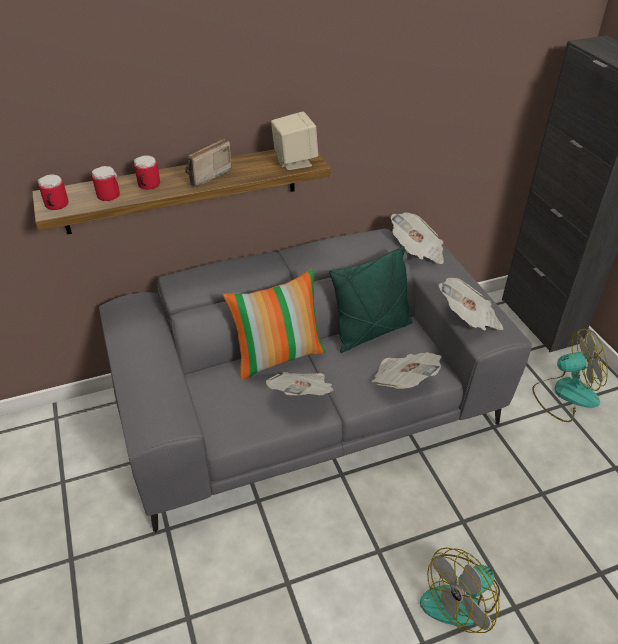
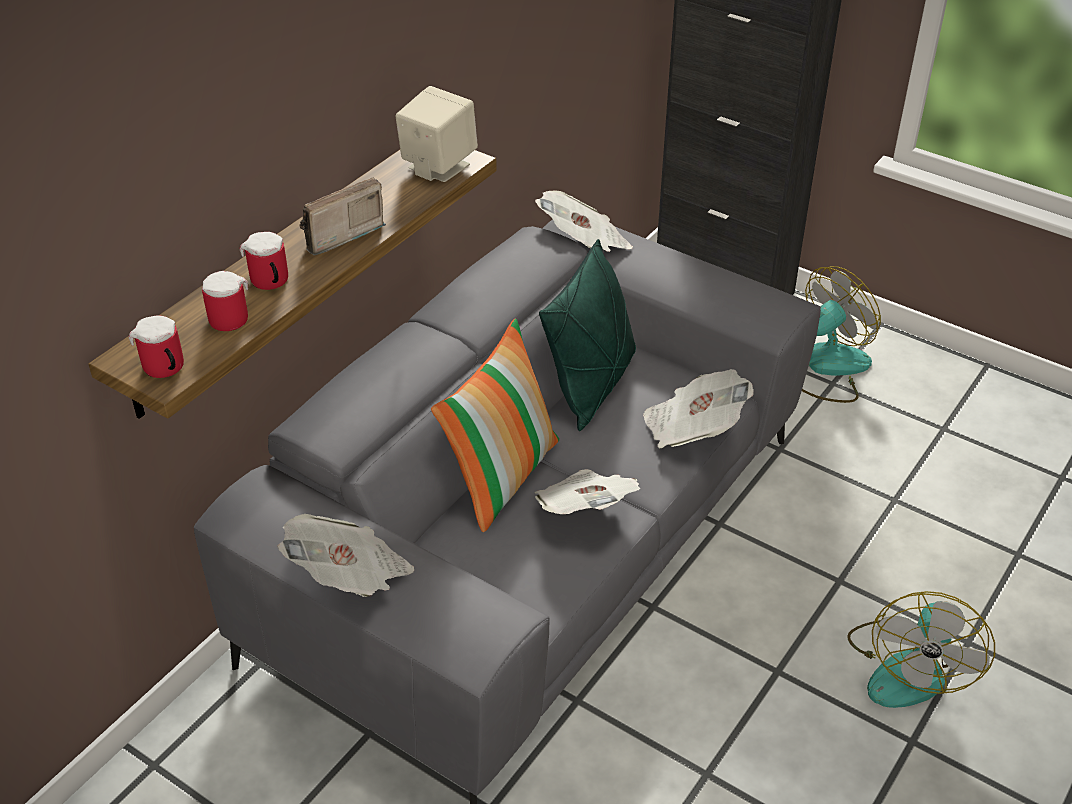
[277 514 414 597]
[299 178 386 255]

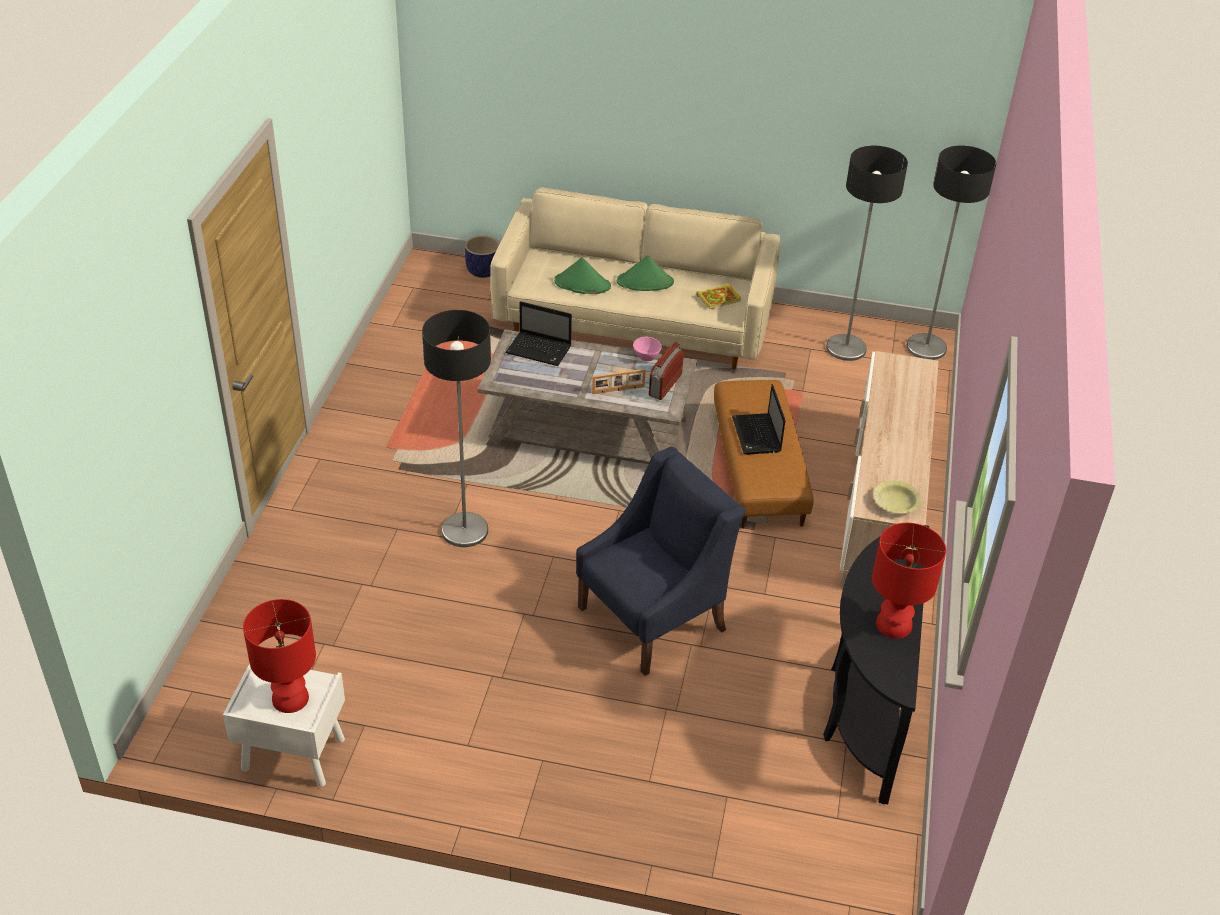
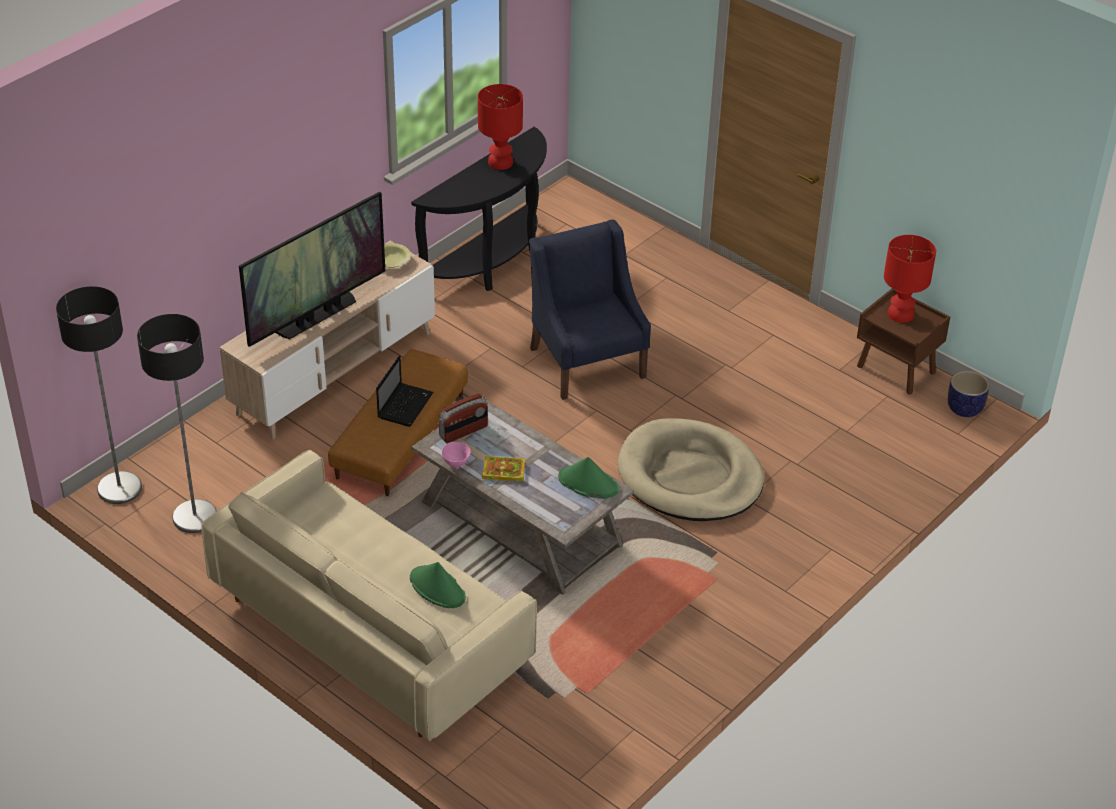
[239 191 385 347]
[482 456 525 481]
[529 220 651 400]
[558 457 619 499]
[618 418 764 521]
[857 288 950 394]
[948 371 989 417]
[506 301 572 366] (first image)
[592 369 646 394] (first image)

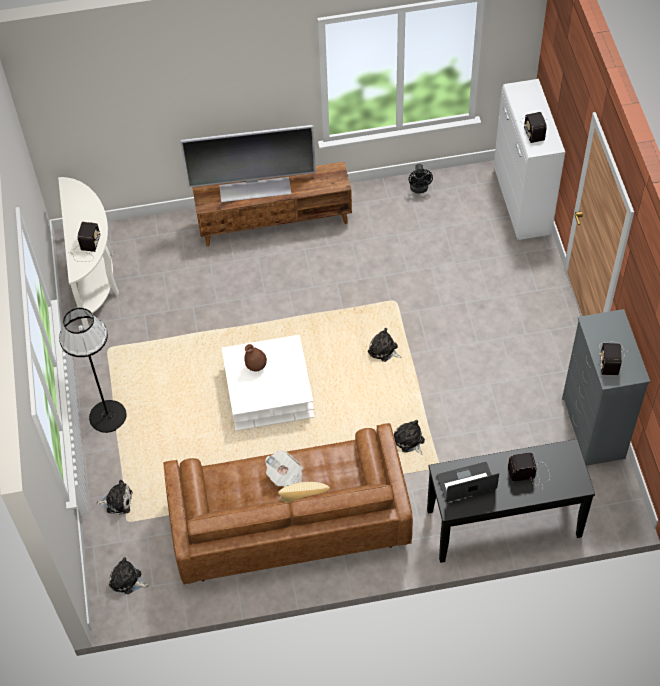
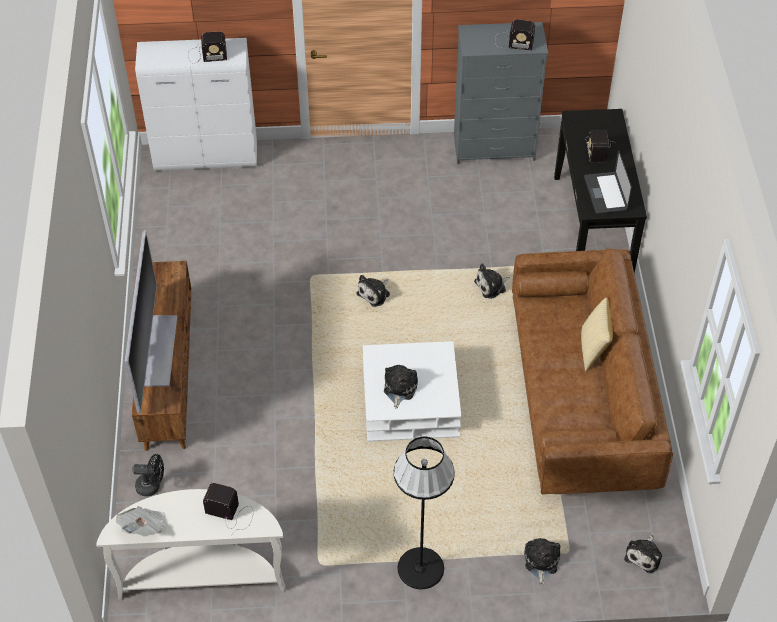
[116 506 166 536]
[132 454 164 496]
[384 365 418 409]

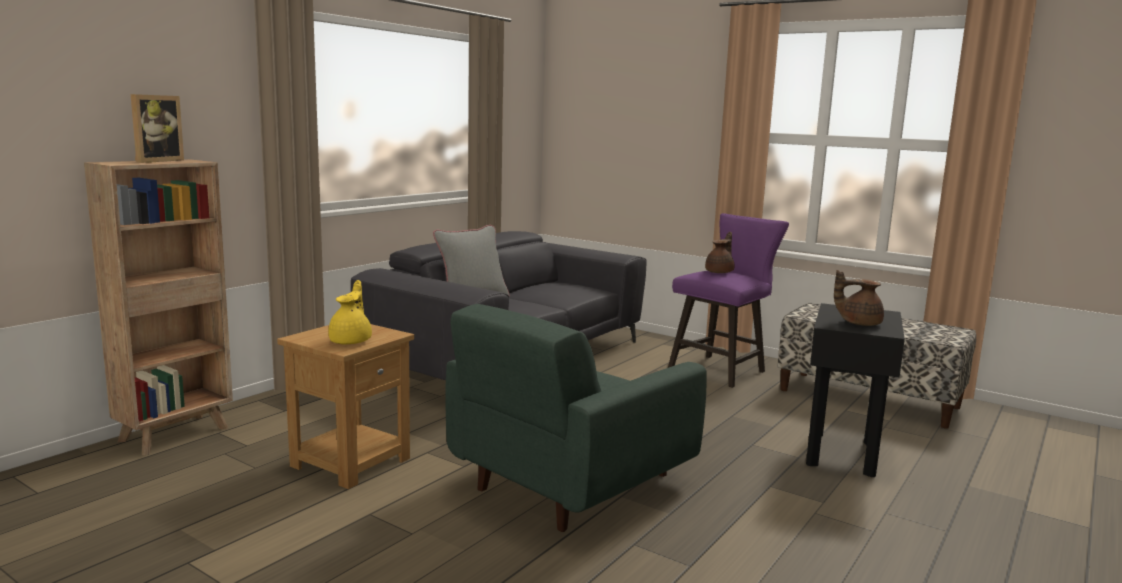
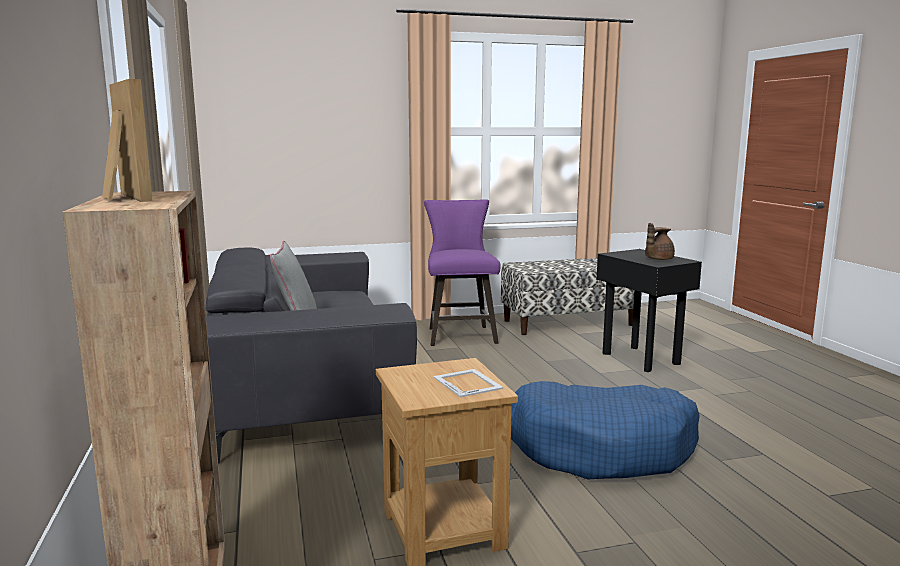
[433 369 503 397]
[511 381 700 480]
[705 232 735 273] (first image)

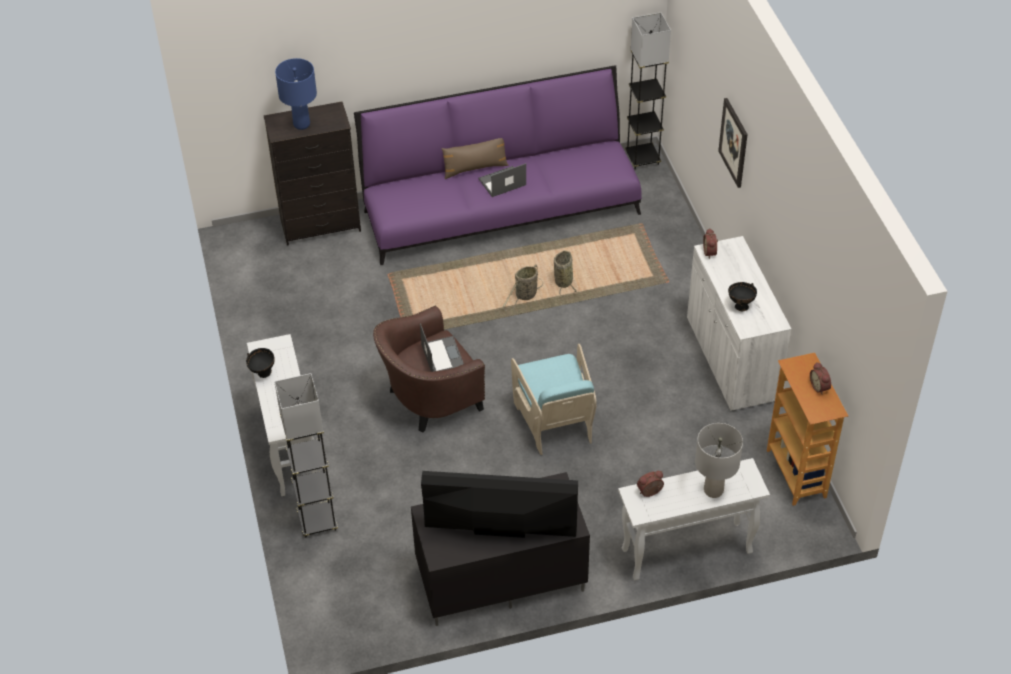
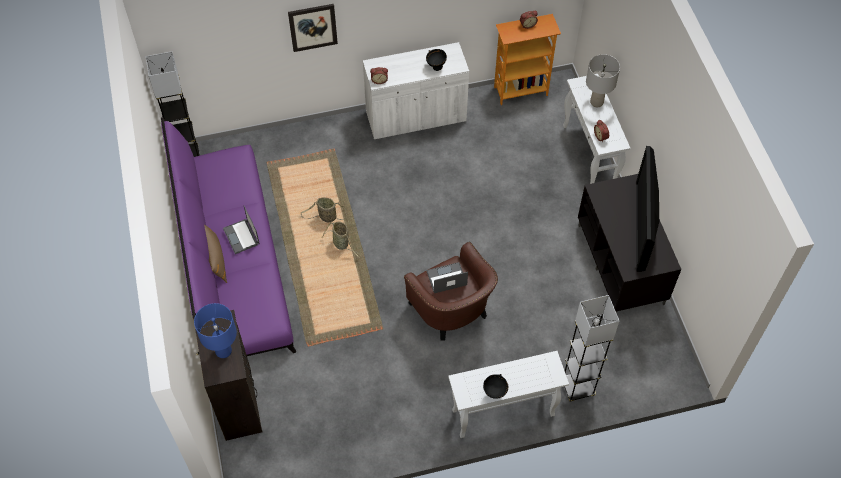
[511 344 597 455] (first image)

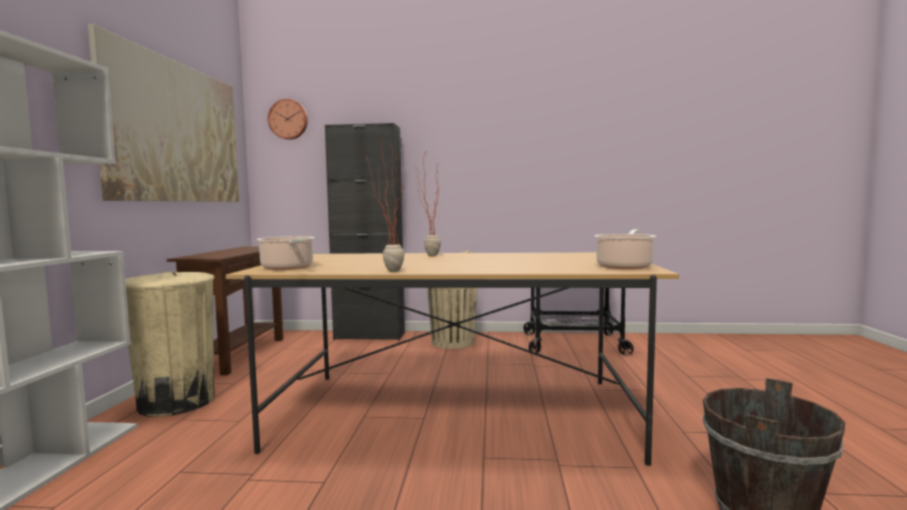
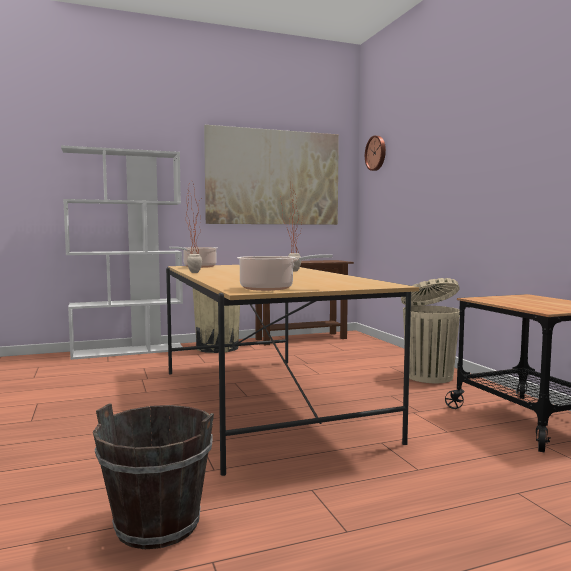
[325 123 405 341] (first image)

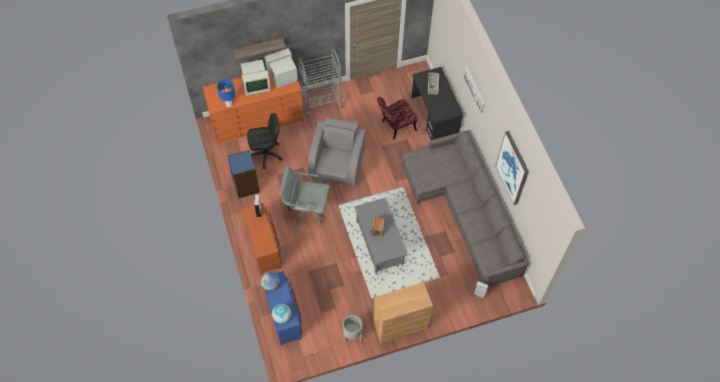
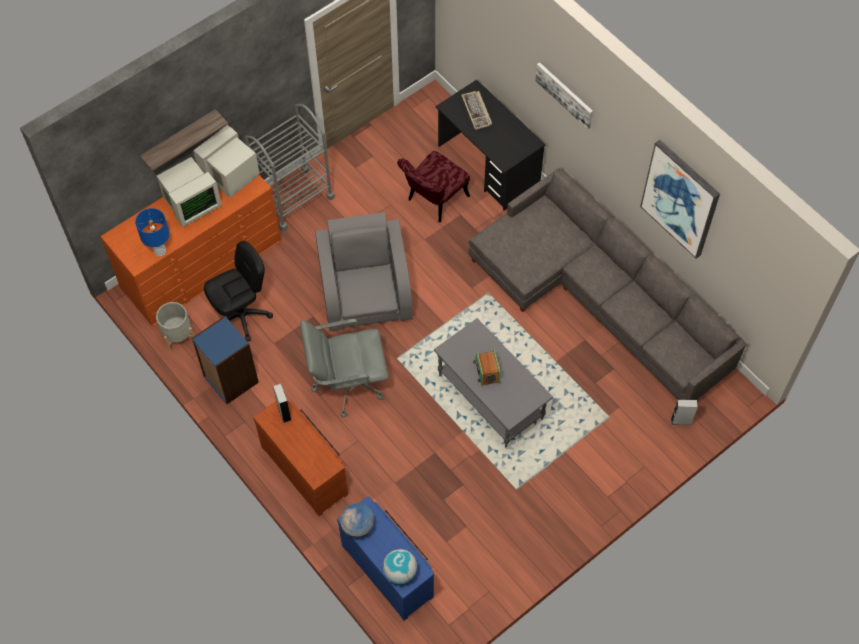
[156 302 194 352]
[373 282 433 343] (first image)

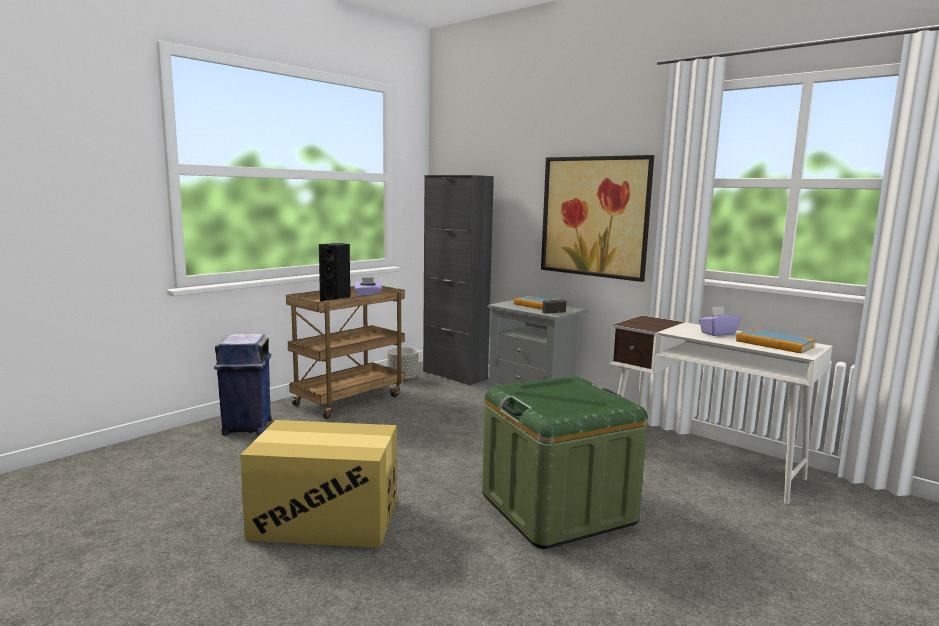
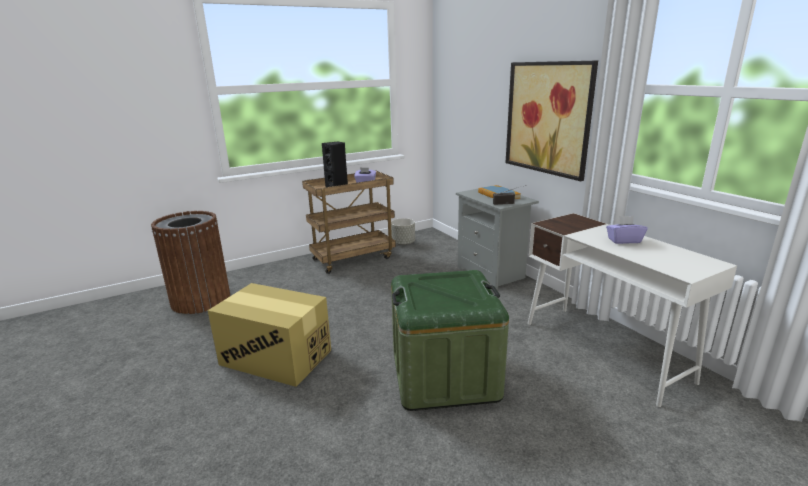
[151 211 230 314]
[214 334 272 435] (first image)
[423 175 494 385] (first image)
[736 329 815 353] (first image)

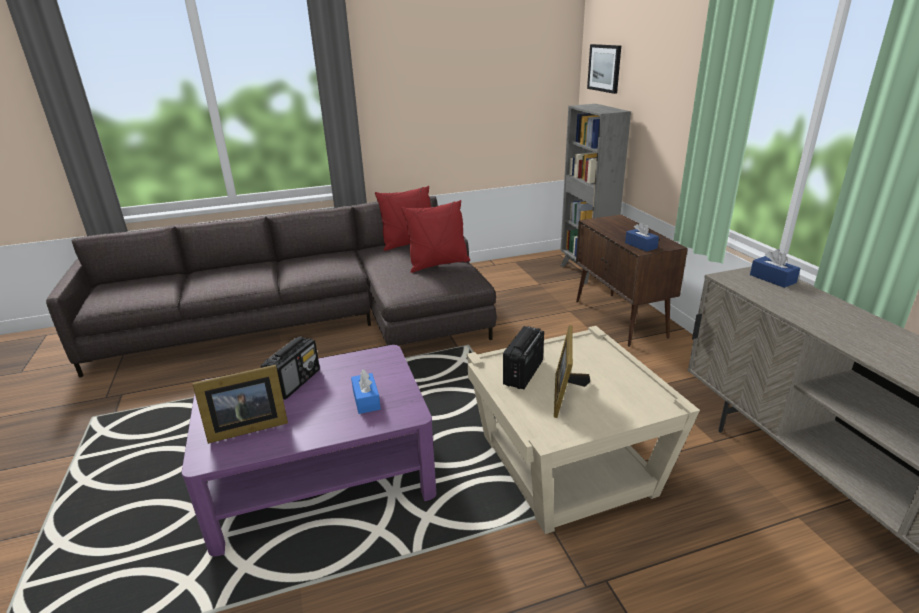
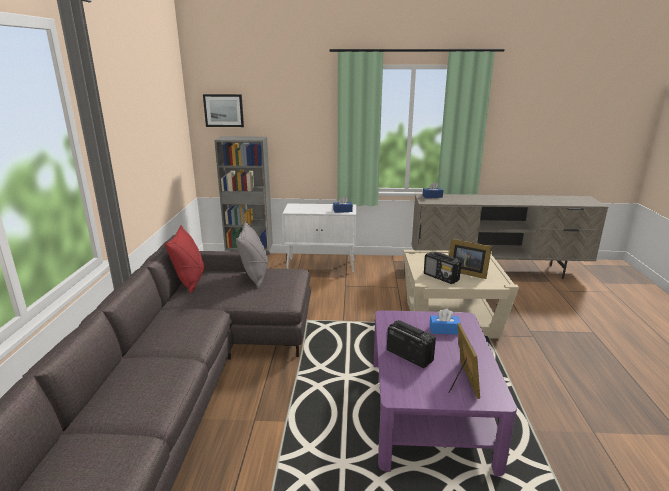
[236 221 268 289]
[282 203 356 273]

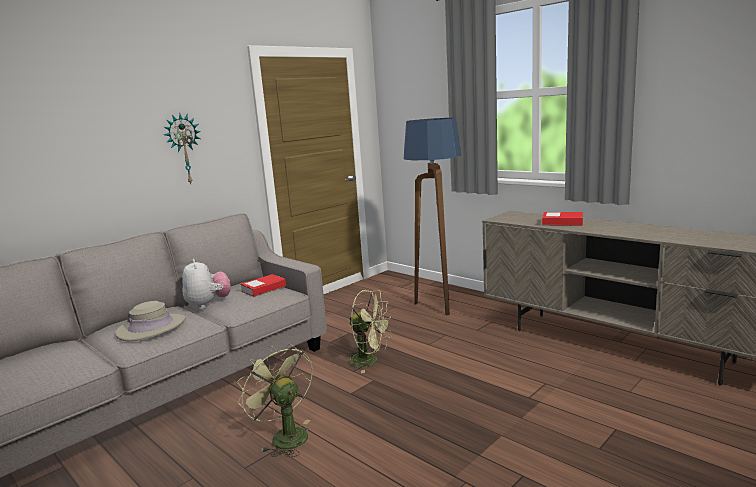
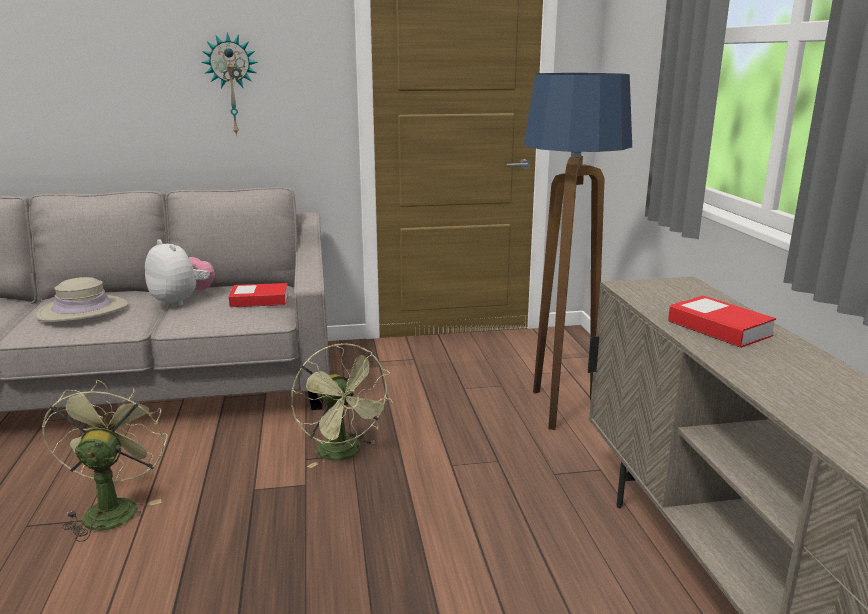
[145 239 215 307]

